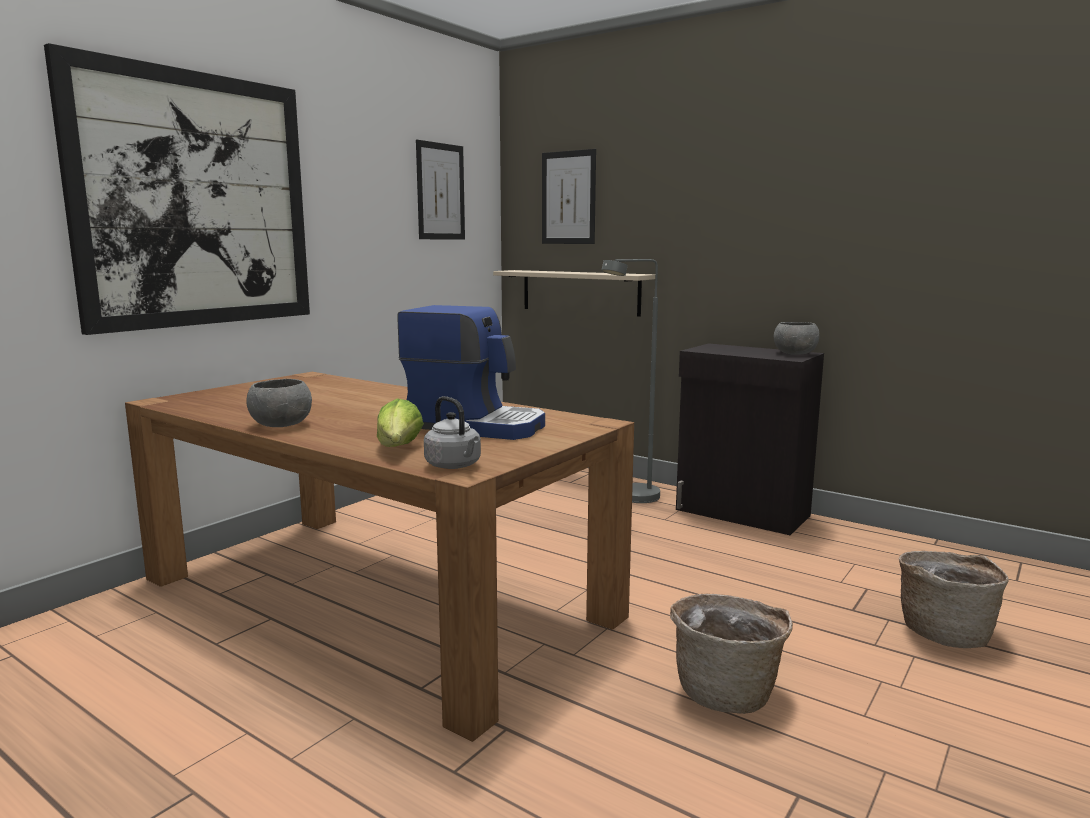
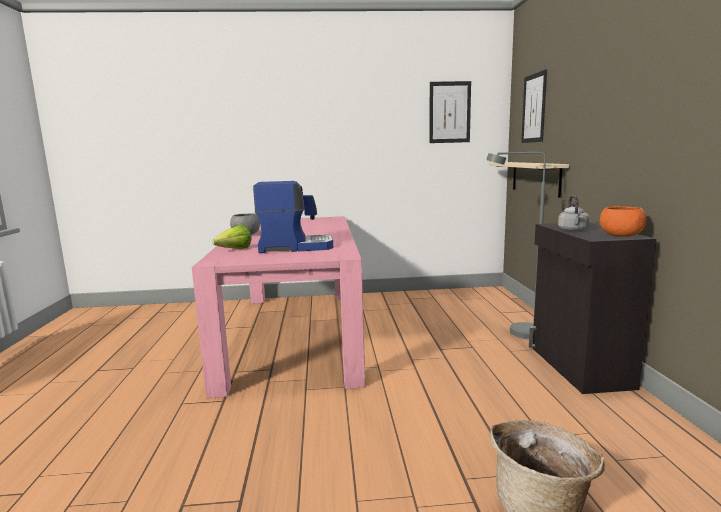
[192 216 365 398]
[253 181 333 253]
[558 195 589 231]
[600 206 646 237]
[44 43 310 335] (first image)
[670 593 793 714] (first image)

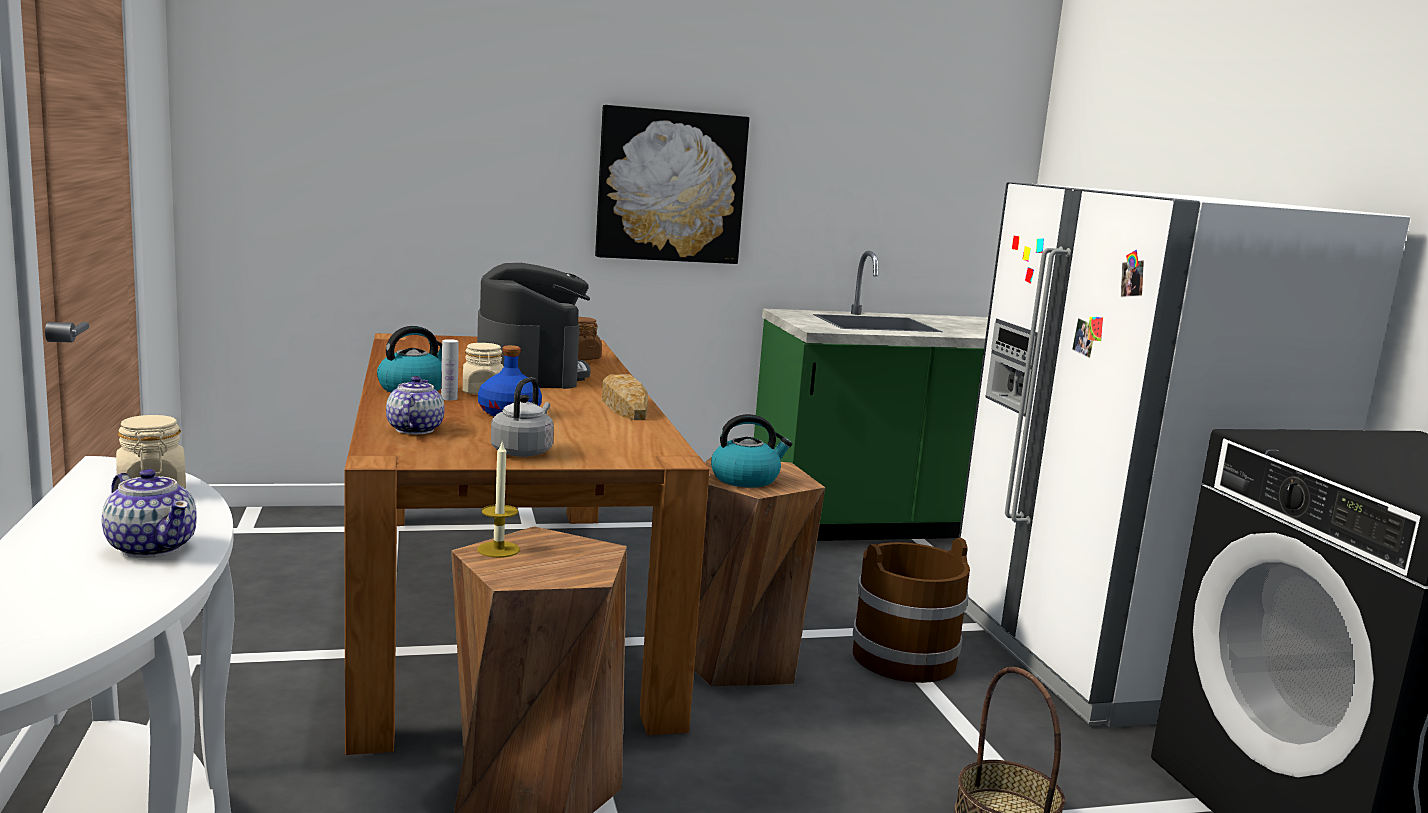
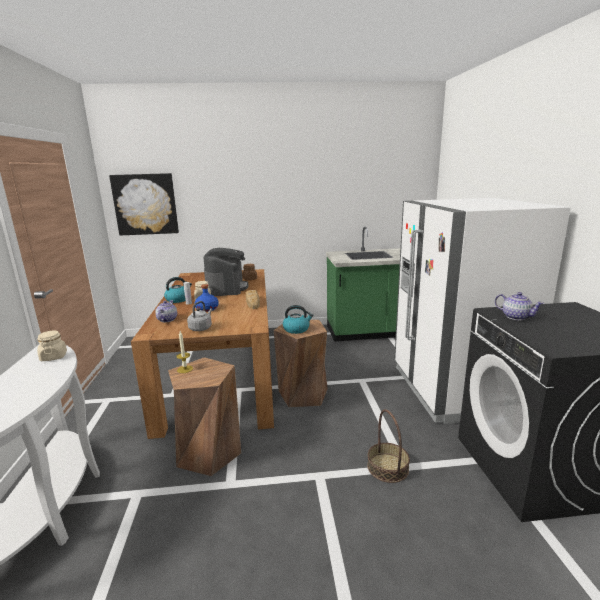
[109 173 179 236]
[495 292 544 320]
[853 538 970 683] (first image)

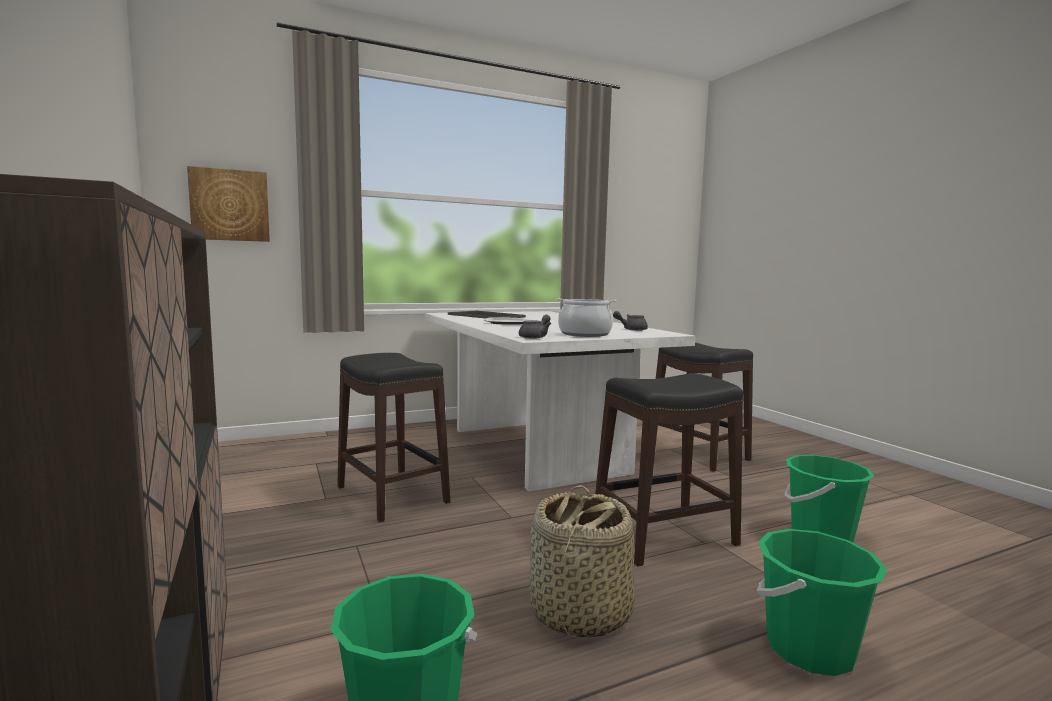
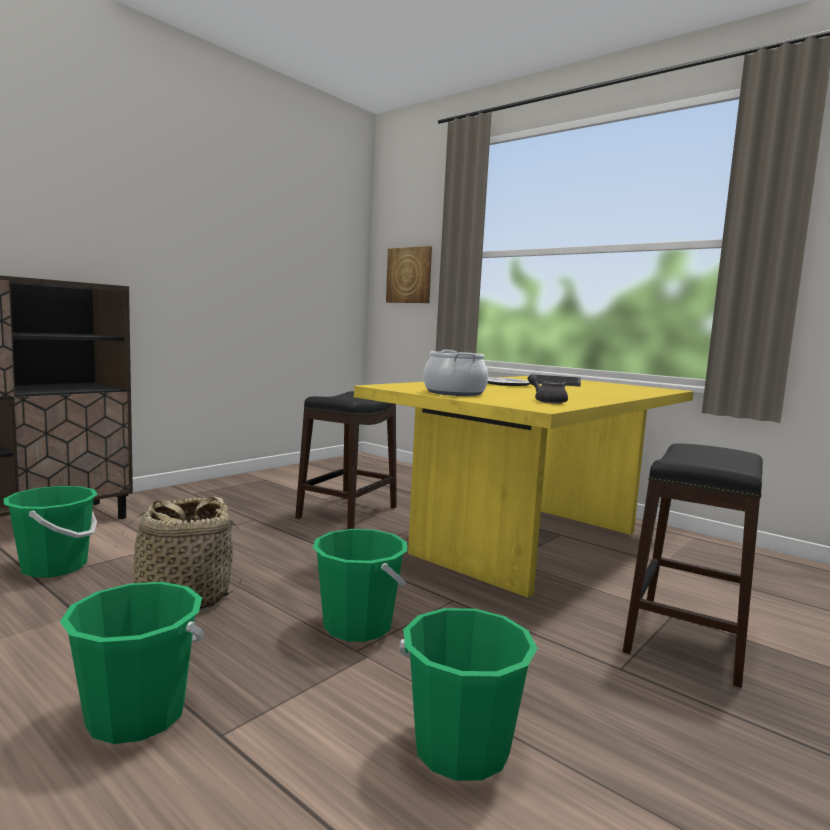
[313 529 407 642]
[354 376 693 598]
[519 315 551 339] (first image)

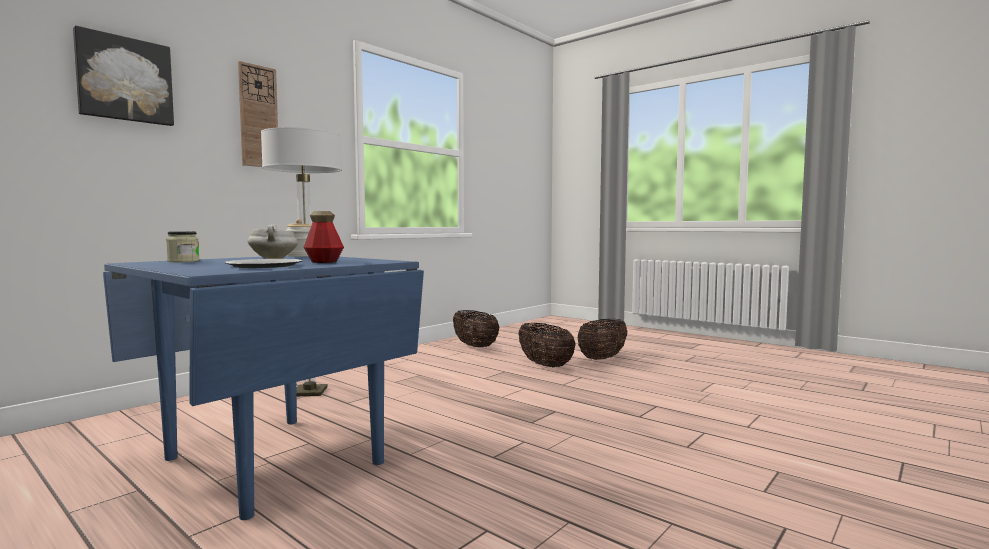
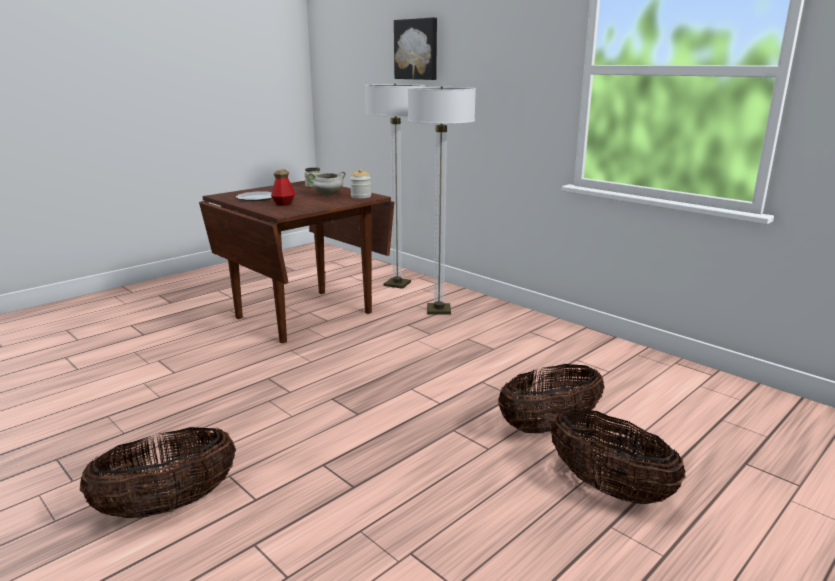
[80 427 236 518]
[199 181 394 343]
[365 84 425 289]
[238 61 278 167] (first image)

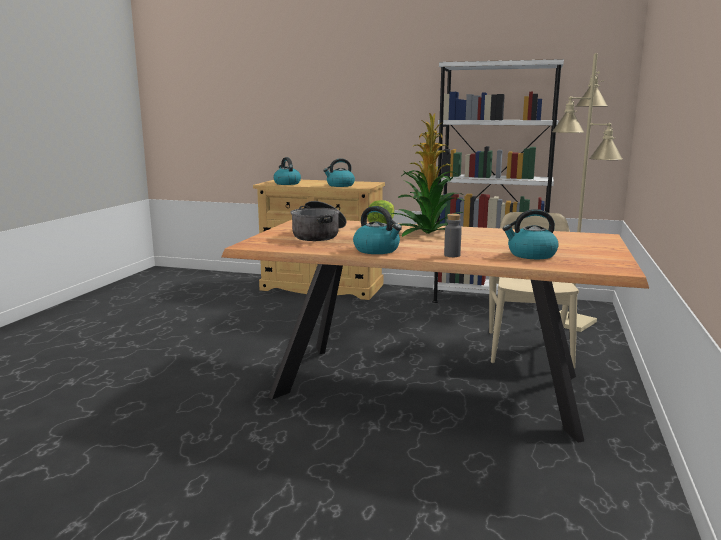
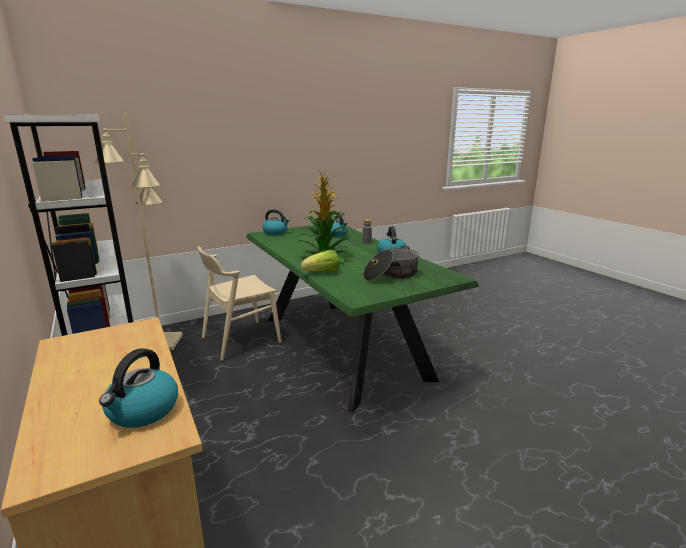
[246 225 479 413]
[262 209 290 235]

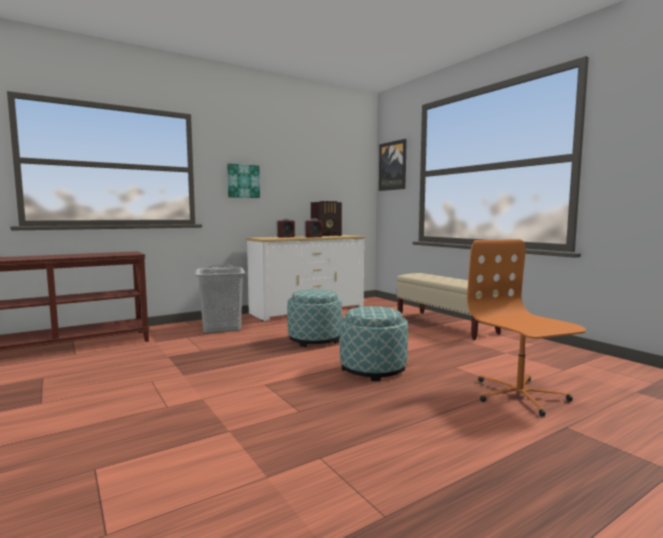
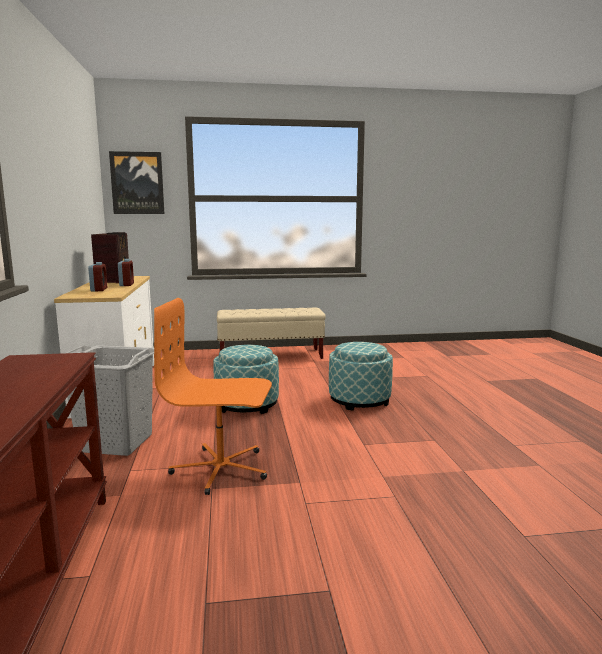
[154 298 272 495]
[227 163 260 198] (first image)

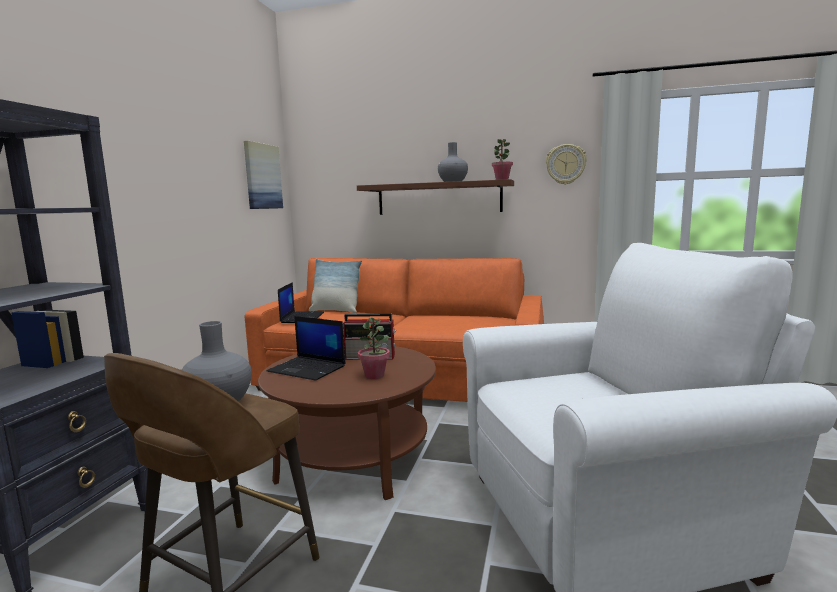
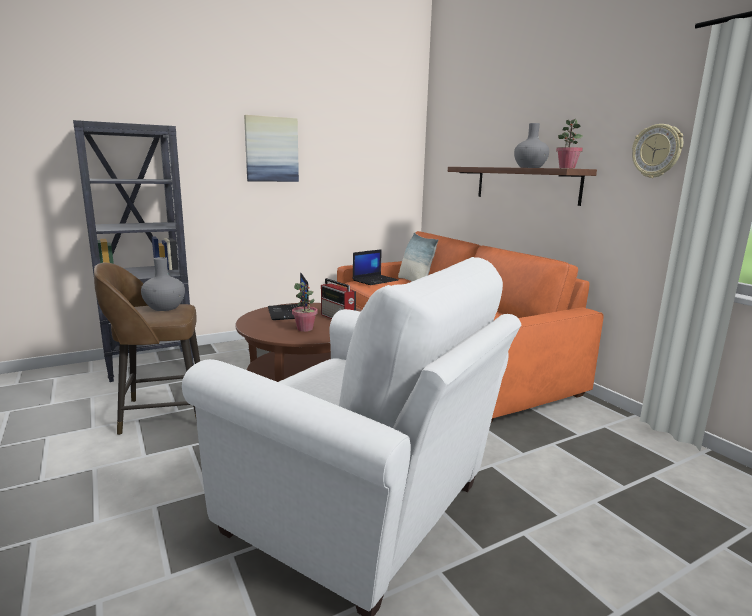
[244 115 299 182]

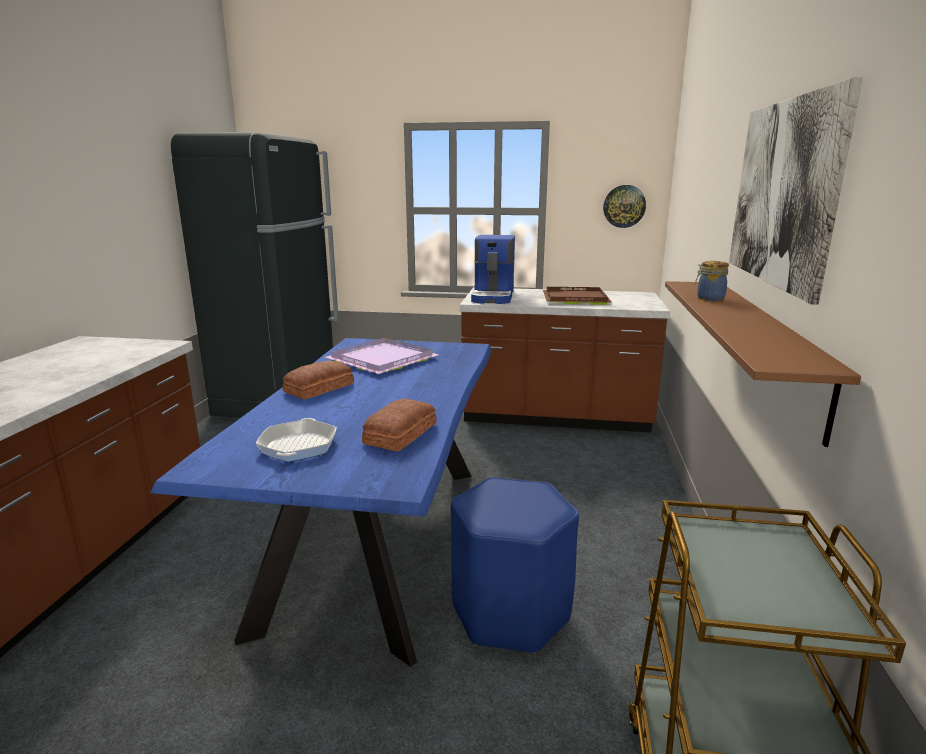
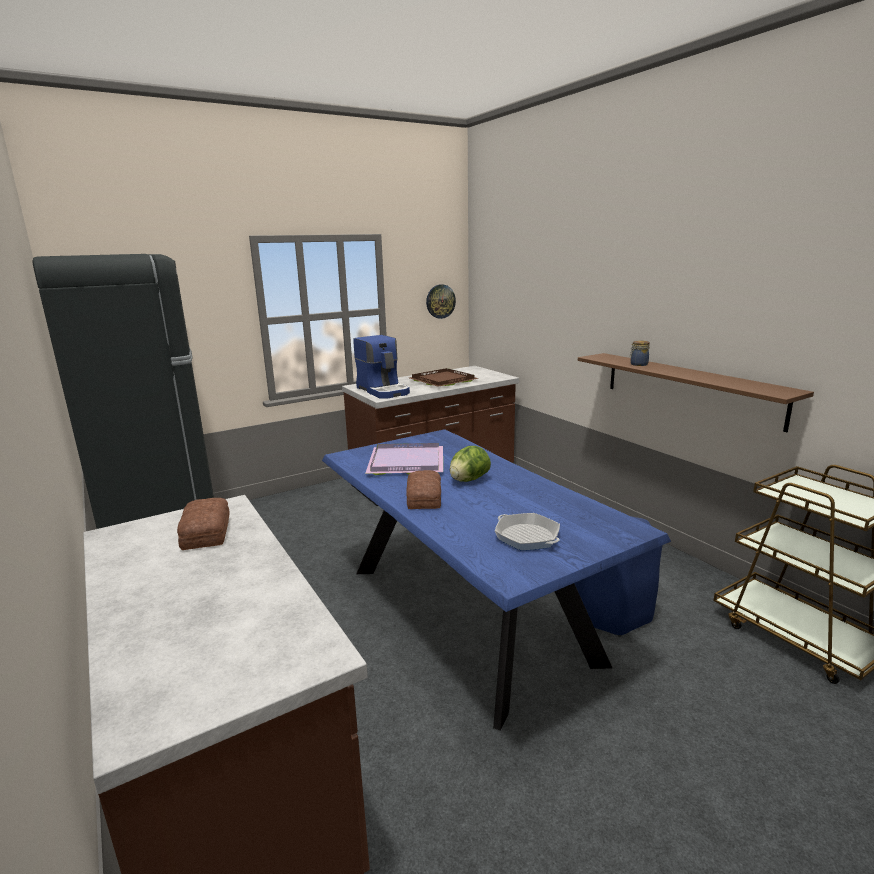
[177 498 230 550]
[450 446 491 482]
[729 77 863 305] (first image)

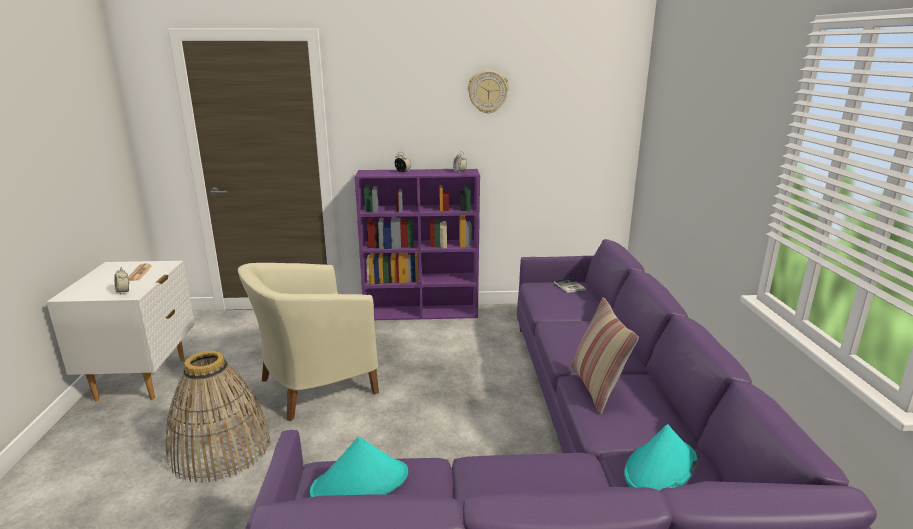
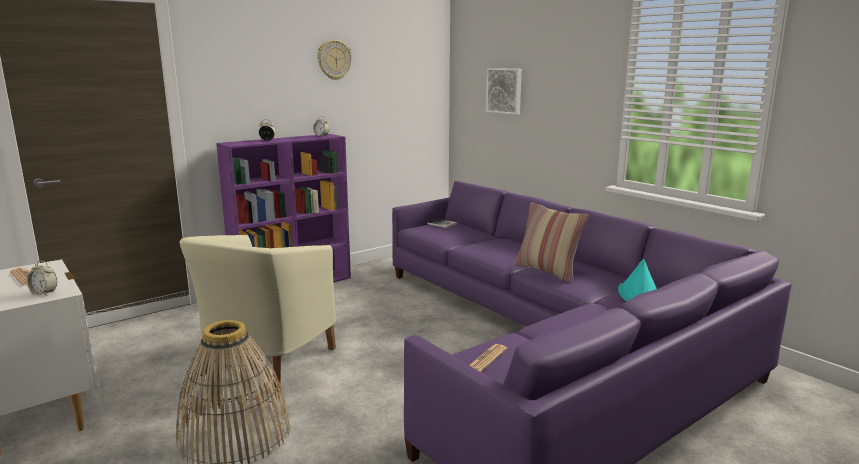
[469 344 507 372]
[486 68 522 115]

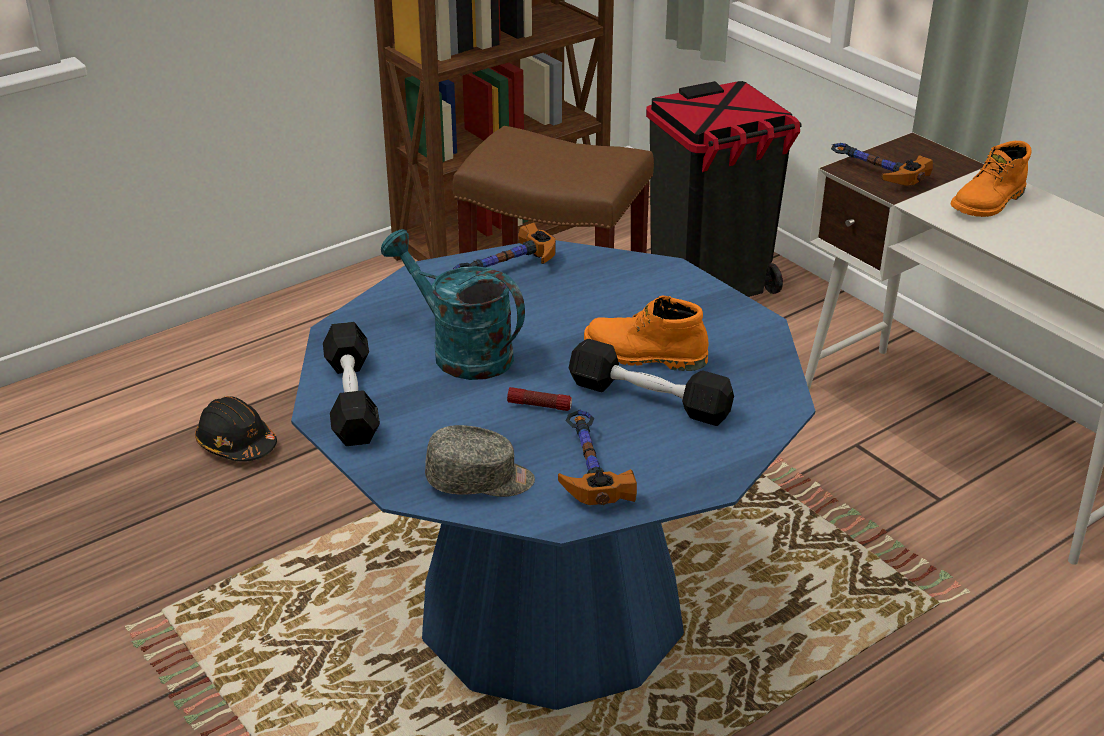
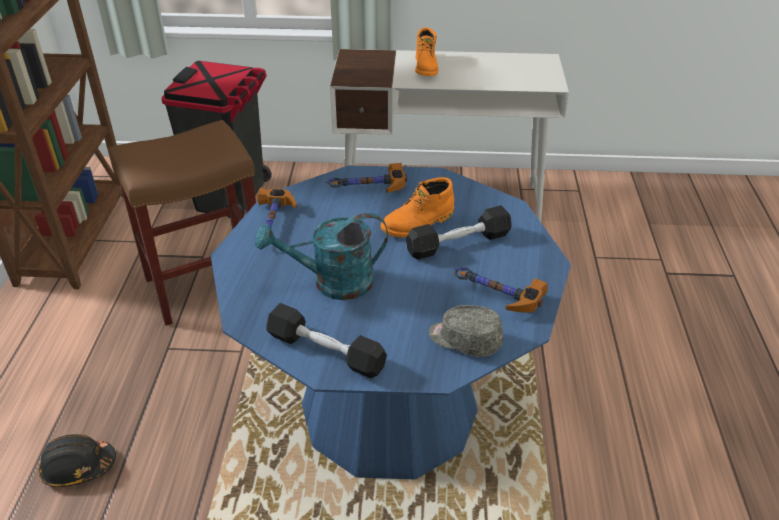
[325 163 407 193]
[429 305 503 357]
[507 387 572 411] (first image)

